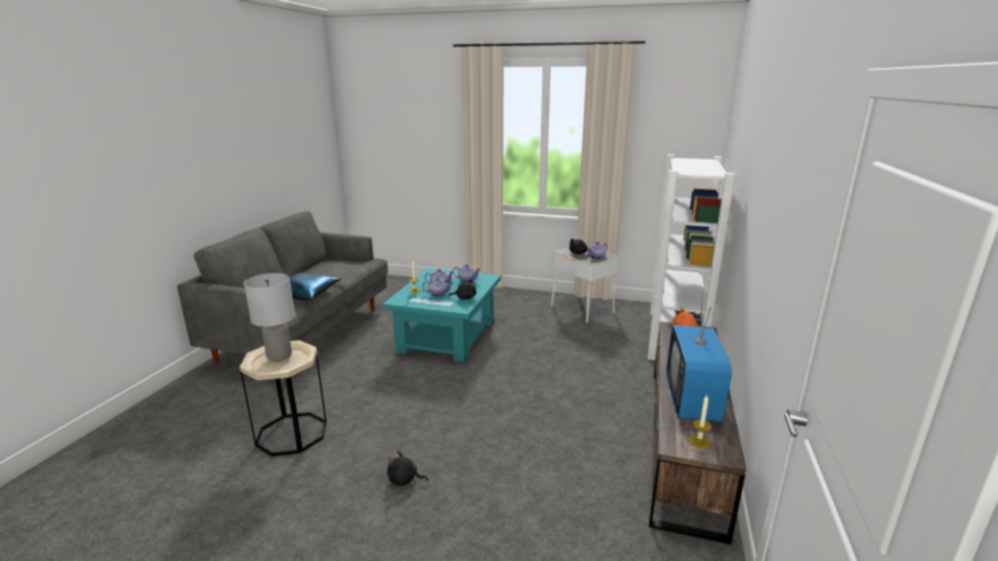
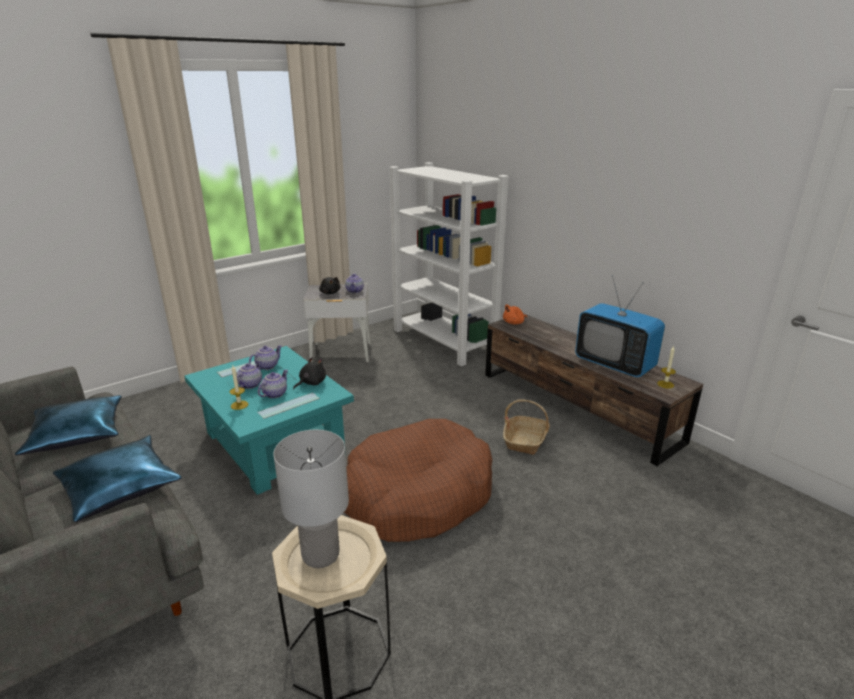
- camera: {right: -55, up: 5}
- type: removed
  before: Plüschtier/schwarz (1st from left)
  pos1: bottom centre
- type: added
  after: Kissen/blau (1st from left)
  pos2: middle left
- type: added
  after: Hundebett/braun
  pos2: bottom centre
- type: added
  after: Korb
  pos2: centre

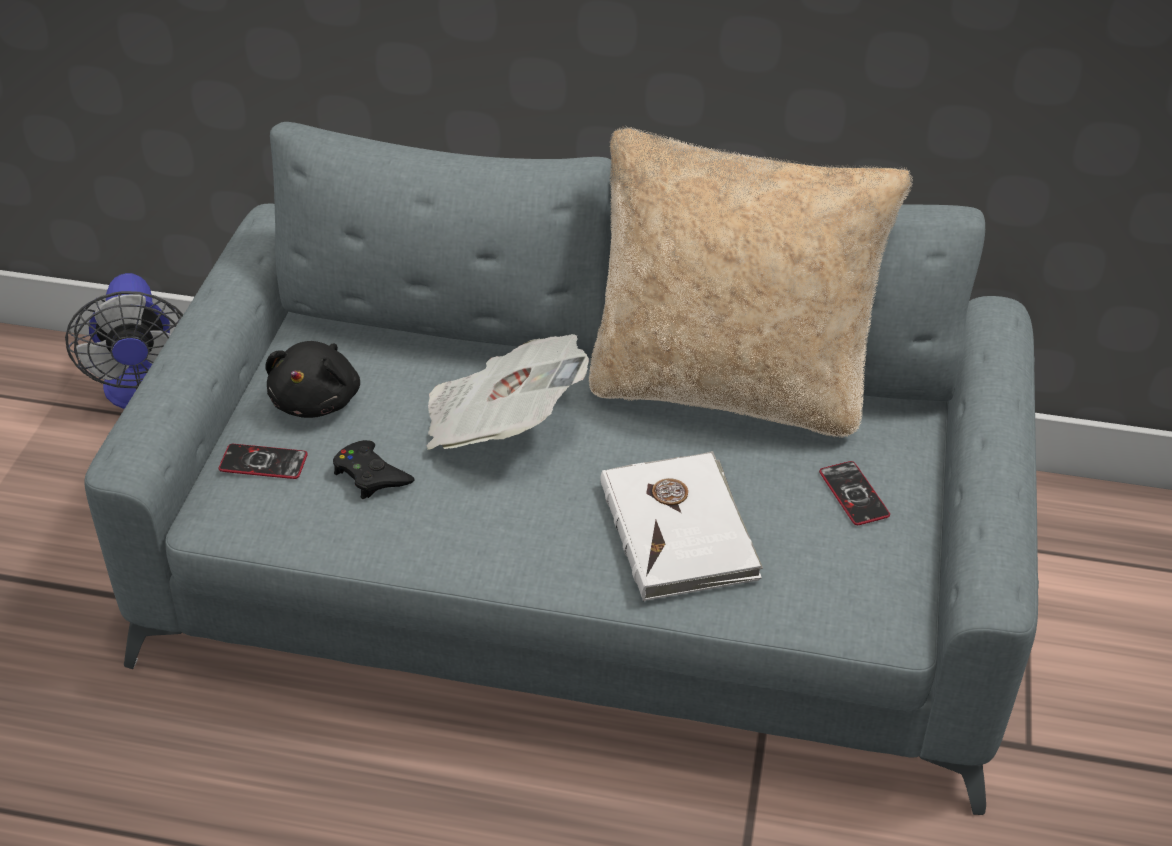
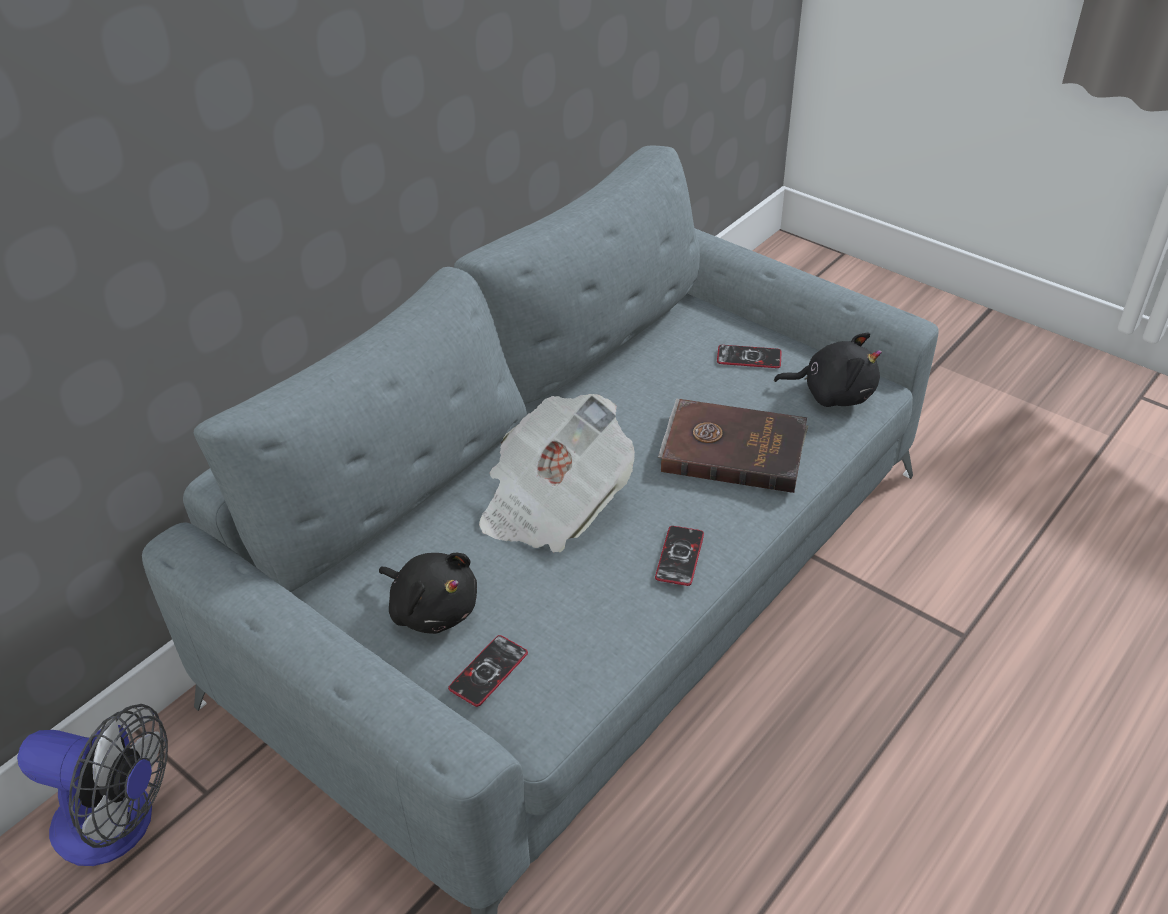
- camera: {right: -60, up: 0}
- type: removed
  before: Gamepad/schwarz
  pos1: middle left
- type: removed
  before: Kissen/beige
  pos1: centre
- type: recoloured
  before: Buch/weiß
  after: Buch/braun
  pos1: centre
  pos2: centre
- type: added
  after: Handy (2nd from left)
  pos2: centre
- type: added
  after: Plüschtier/schwarz (2nd from left)
  pos2: middle right

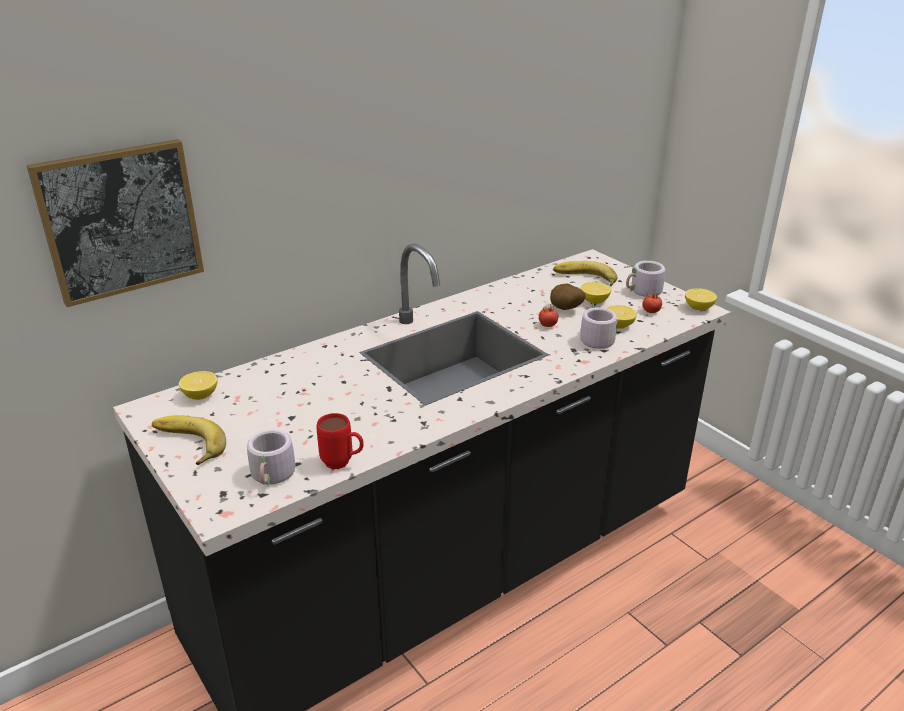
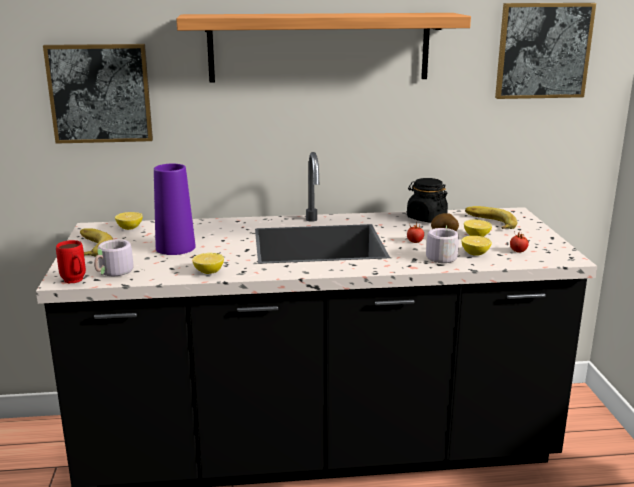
- camera: {right: 30, up: -10}
- type: moved
  before: Henkelbecher/rot
  pos1: centre
  pos2: middle left
- type: removed
  before: Henkelbecher/grau (3rd from left)
  pos1: middle right
- type: moved
  before: Zitrone (4th from left in the first image)
  after: Zitrone (2nd from left)
  pos1: middle right
  pos2: middle left
- type: added
  after: Vase/lila
  pos2: middle left
- type: added
  after: Wandregal
  pos2: top centre
- type: added
  after: Vorratsglas/schwarz
  pos2: middle right
- type: added
  after: Bild (2nd from left)
  pos2: top right

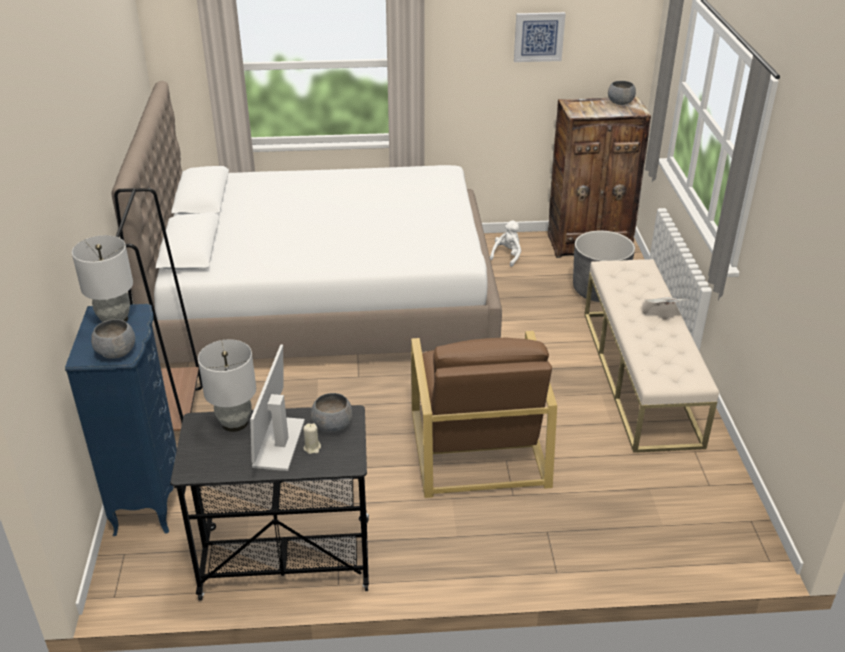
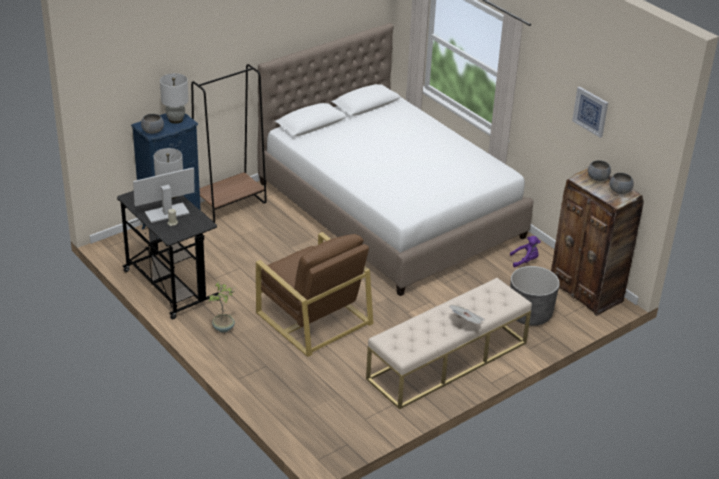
- camera: {right: 55, up: 0}
- type: moved
  before: Schüssel/grau (2nd from left)
  pos1: centre
  pos2: middle right
- type: turned
  before: Sessel/braun
  pos1: centre
  pos2: centre
  turn: -90
- type: recoloured
  before: Plüschtier/weiß
  after: Plüschtier/lila
  pos1: centre
  pos2: middle right
- type: added
  after: Topfpflanze
  pos2: middle left

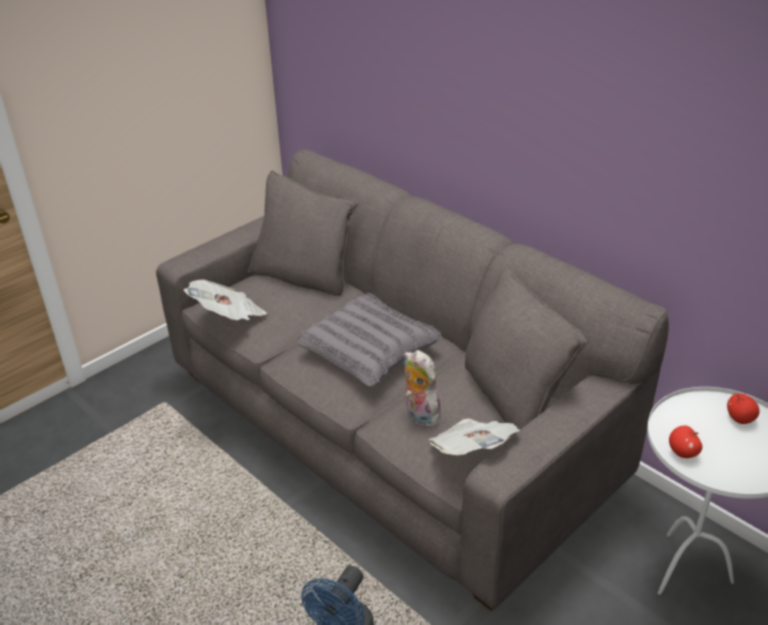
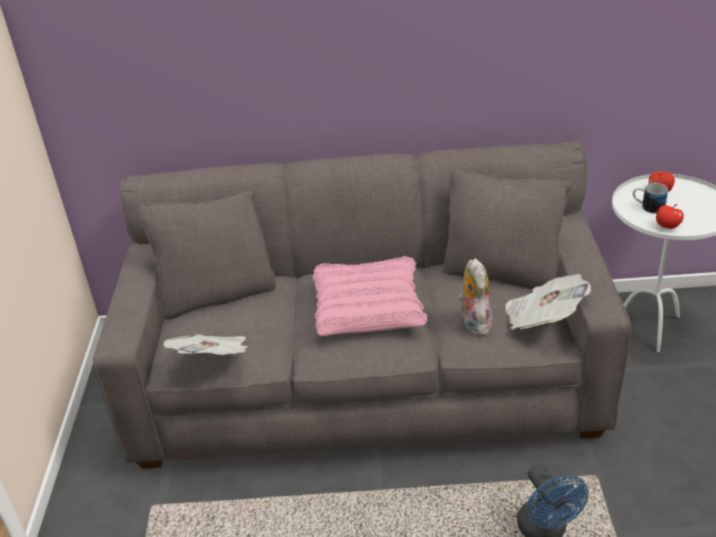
- camera: {right: -45, up: 0}
- type: recoloured
  before: Kissen/grau
  after: Kissen/rosa
  pos1: centre
  pos2: centre
- type: turned
  before: Plüschtier
  pos1: centre
  pos2: centre
  turn: 75
- type: added
  after: Henkelbecher
  pos2: middle right

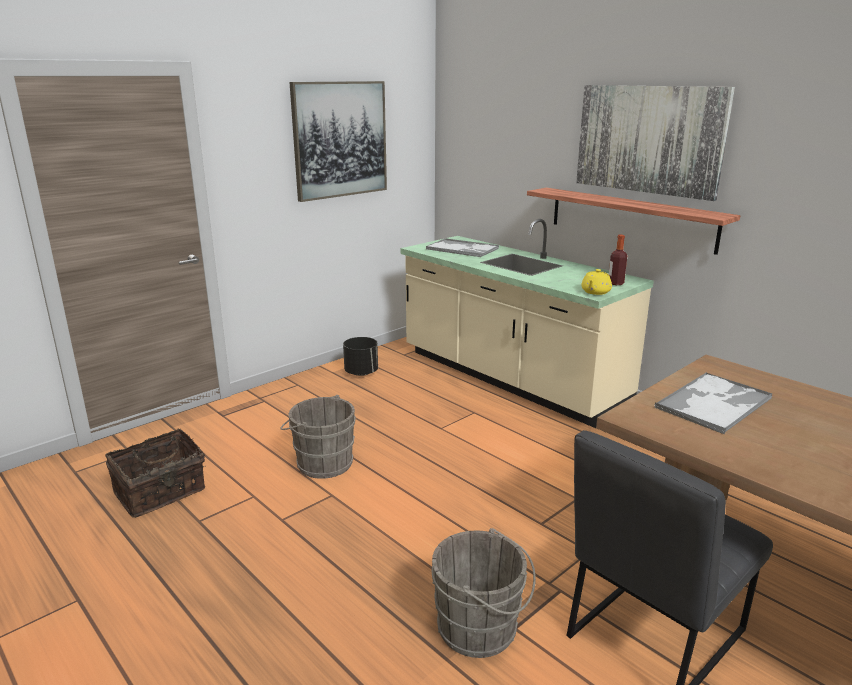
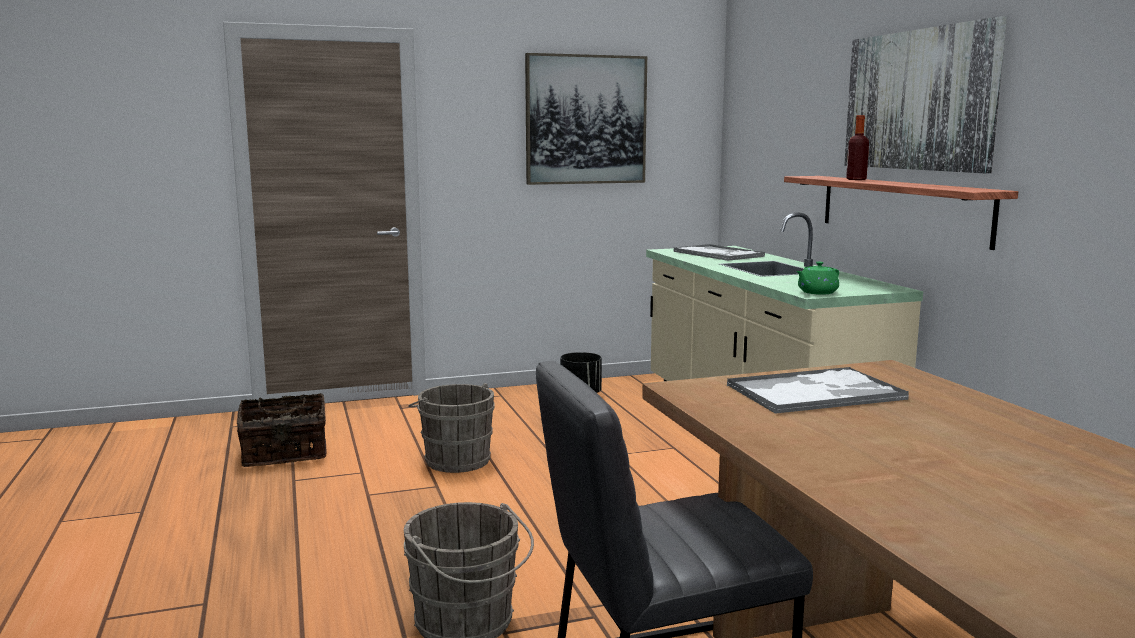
- camera: {right: 25, up: -10}
- type: recoloured
  before: Teekanne/gelb
  after: Teekanne/grün
  pos1: middle right
  pos2: middle right
- type: moved
  before: Flasche
  pos1: middle right
  pos2: top right

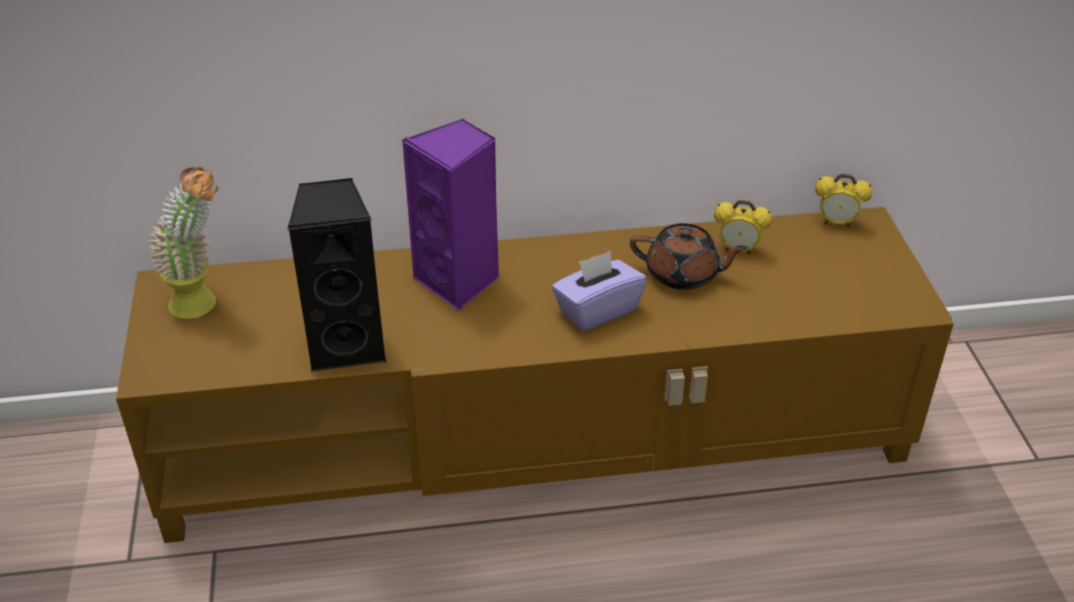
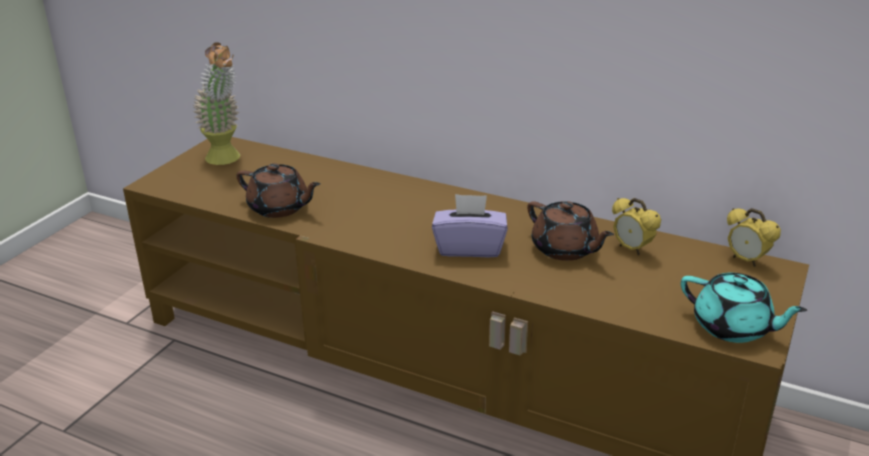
- camera: {right: 35, up: -10}
- type: replaced
  before: Lautsprecher/schwarz
  after: Teekanne/braun (1st from left)
  pos1: middle left
  pos2: middle left
- type: removed
  before: Lautsprecher/lila
  pos1: centre
- type: added
  after: Teekanne/türkis
  pos2: bottom right

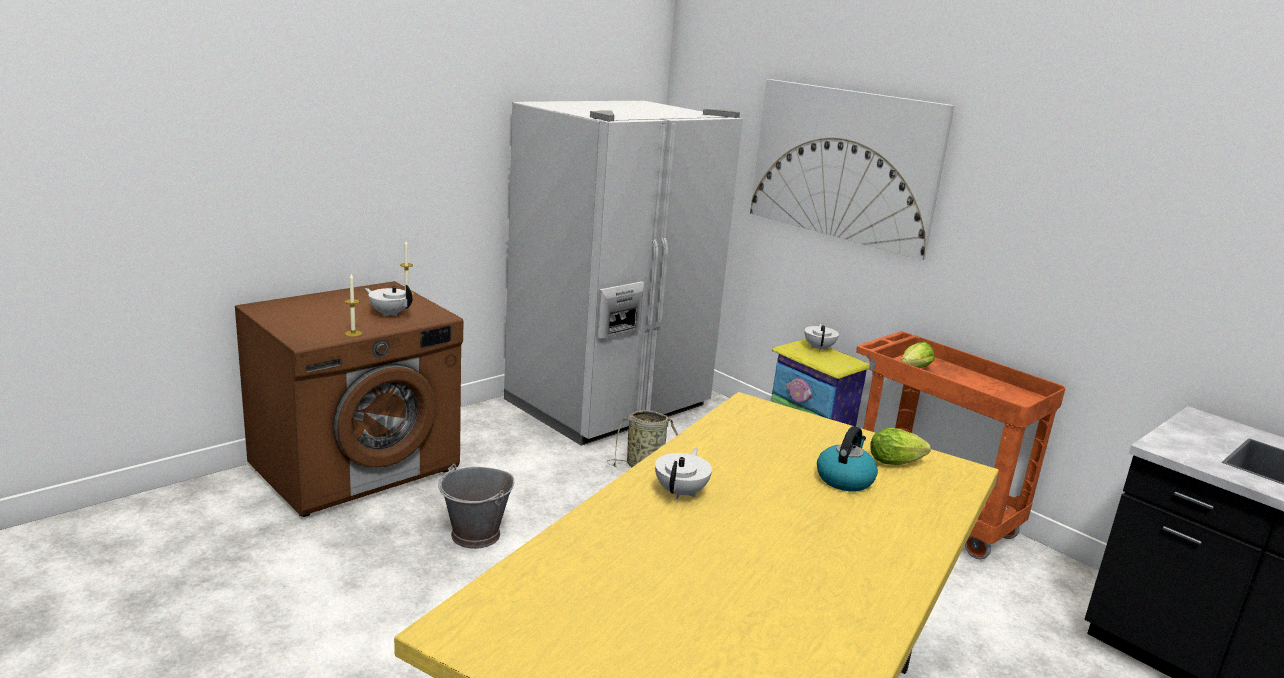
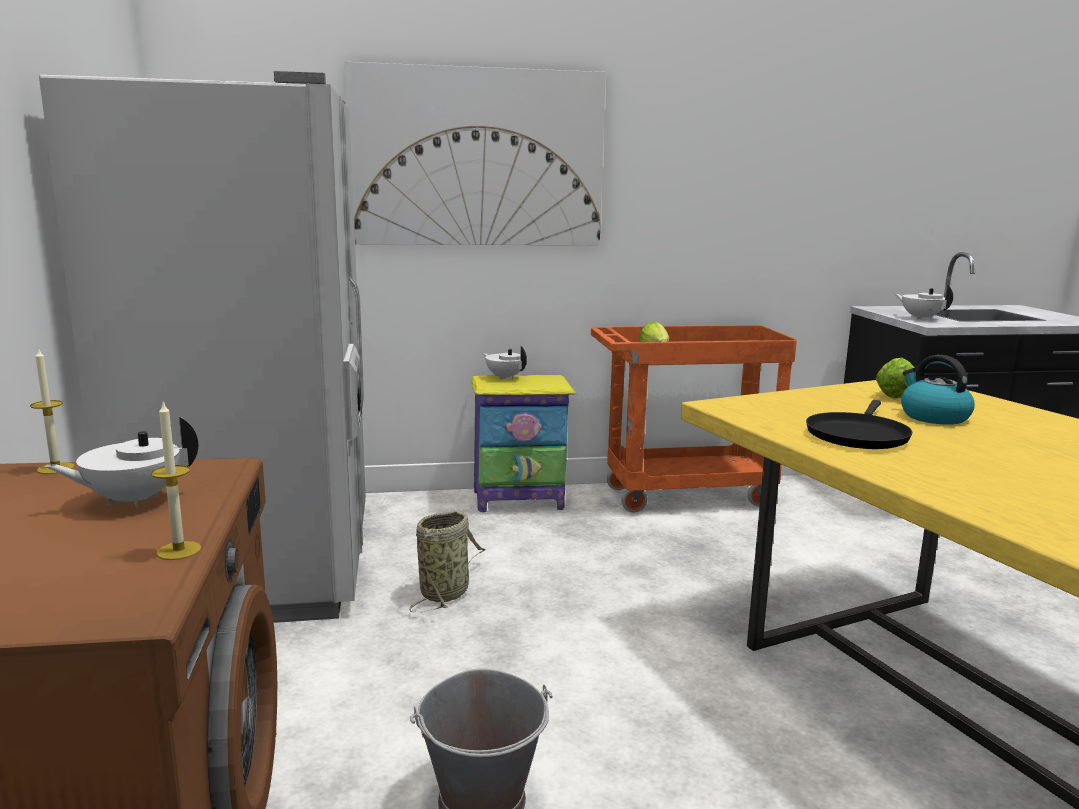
- camera: {right: -55, up: -5}
- type: moved
  before: Teekanne/weiß (2nd from left in the first image)
  after: Teekanne/weiß (3rd from left)
  pos1: bottom centre
  pos2: middle right
- type: added
  after: Pfanne/schwarz
  pos2: middle right

